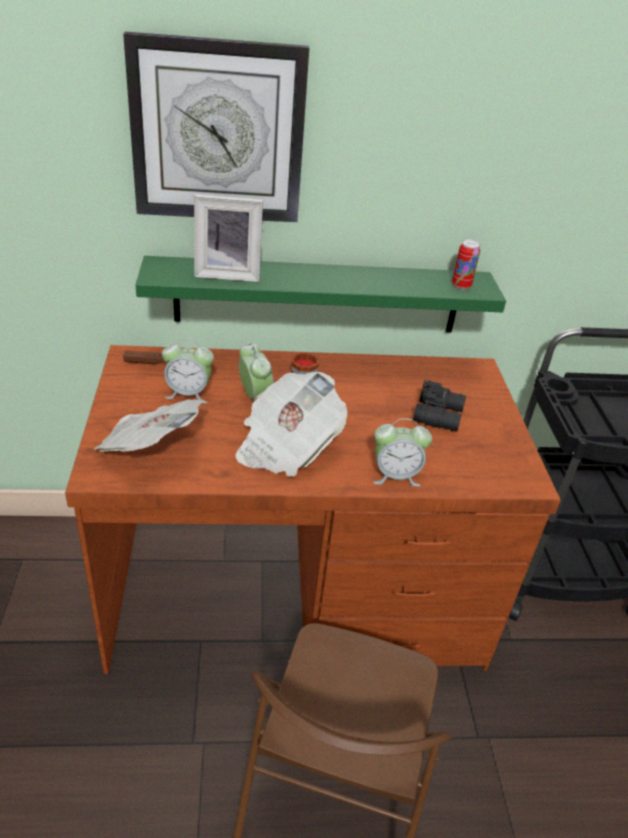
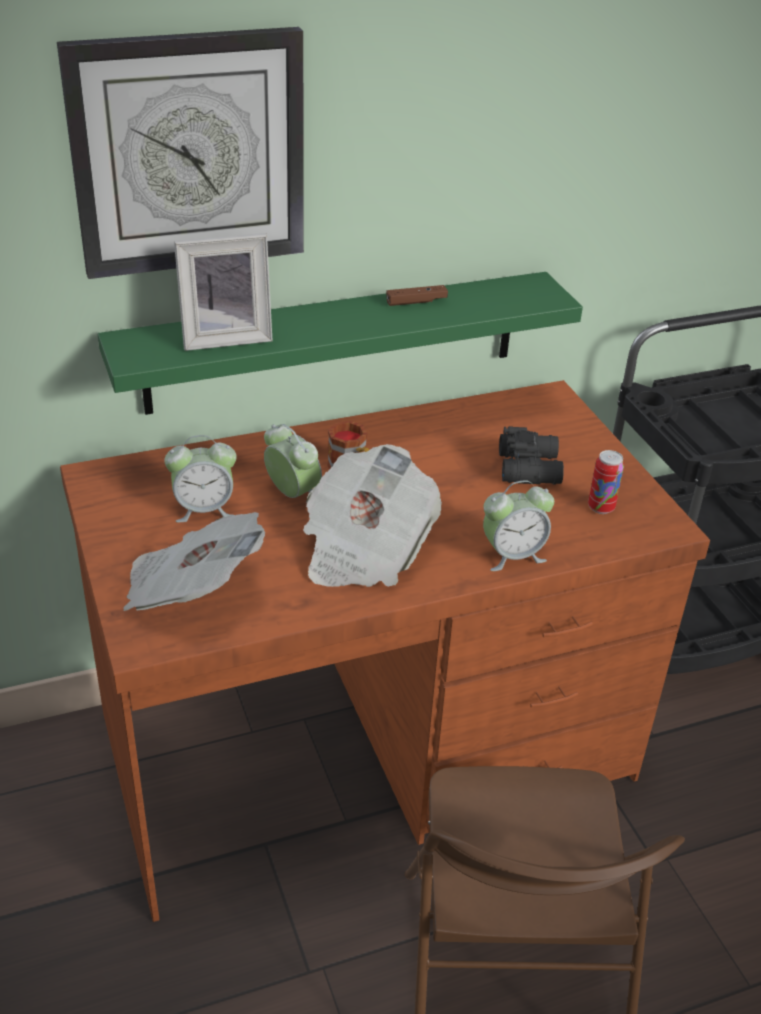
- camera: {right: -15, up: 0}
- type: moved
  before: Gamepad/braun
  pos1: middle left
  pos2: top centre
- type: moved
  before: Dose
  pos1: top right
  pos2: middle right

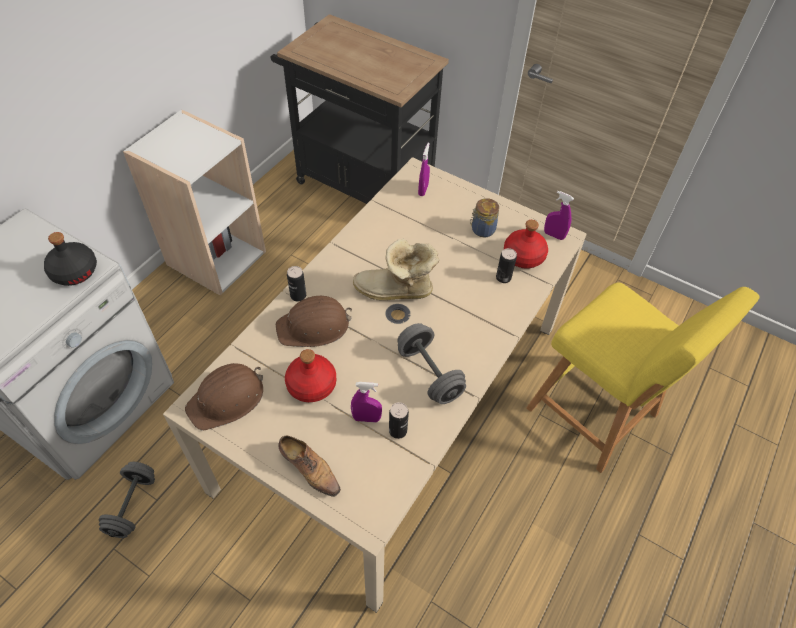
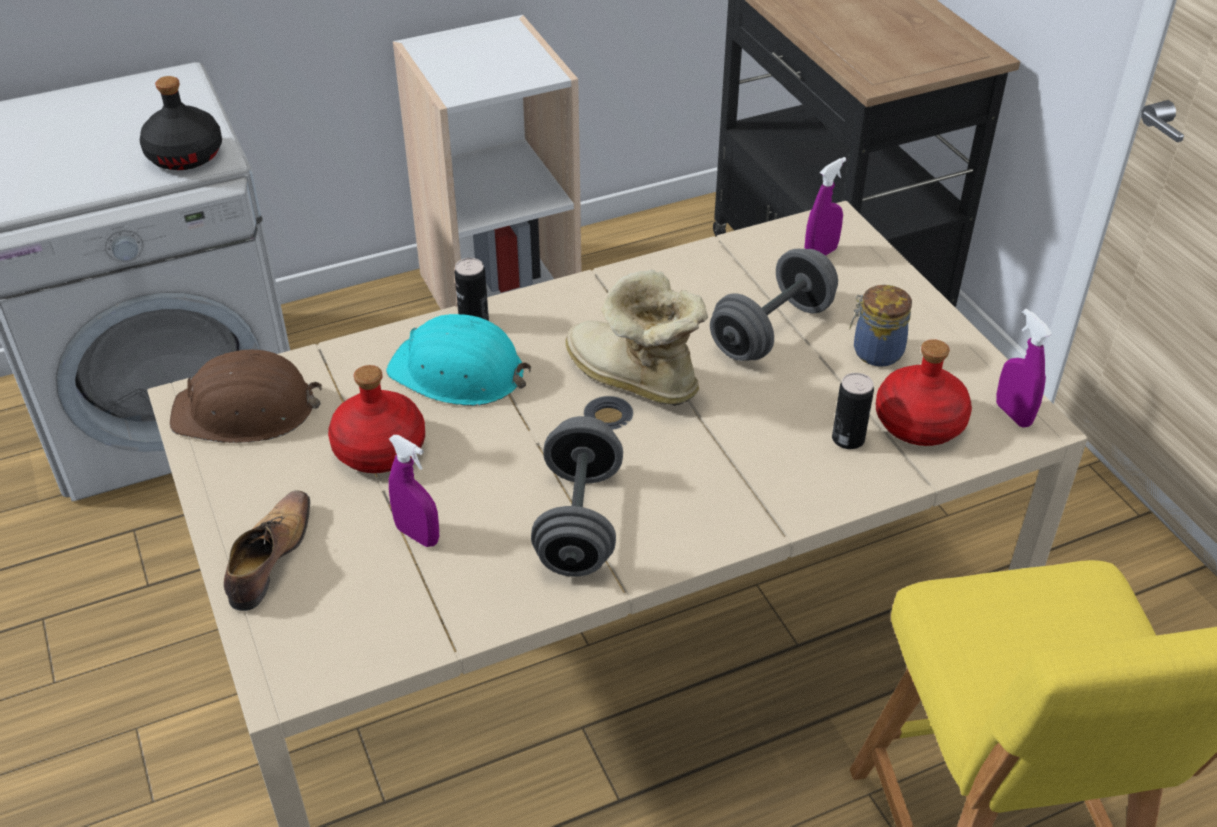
- camera: {right: 35, up: -10}
- type: moved
  before: Hantel/grau (1st from left in the first image)
  after: Hantel/grau (2nd from left)
  pos1: bottom left
  pos2: centre
- type: recoloured
  before: Schutzhelm/braun (2nd from left)
  after: Schutzhelm/türkis
  pos1: centre
  pos2: centre
- type: turned
  before: Schuh
  pos1: bottom centre
  pos2: middle left
  turn: -150
- type: removed
  before: Dose (2nd from left)
  pos1: bottom centre

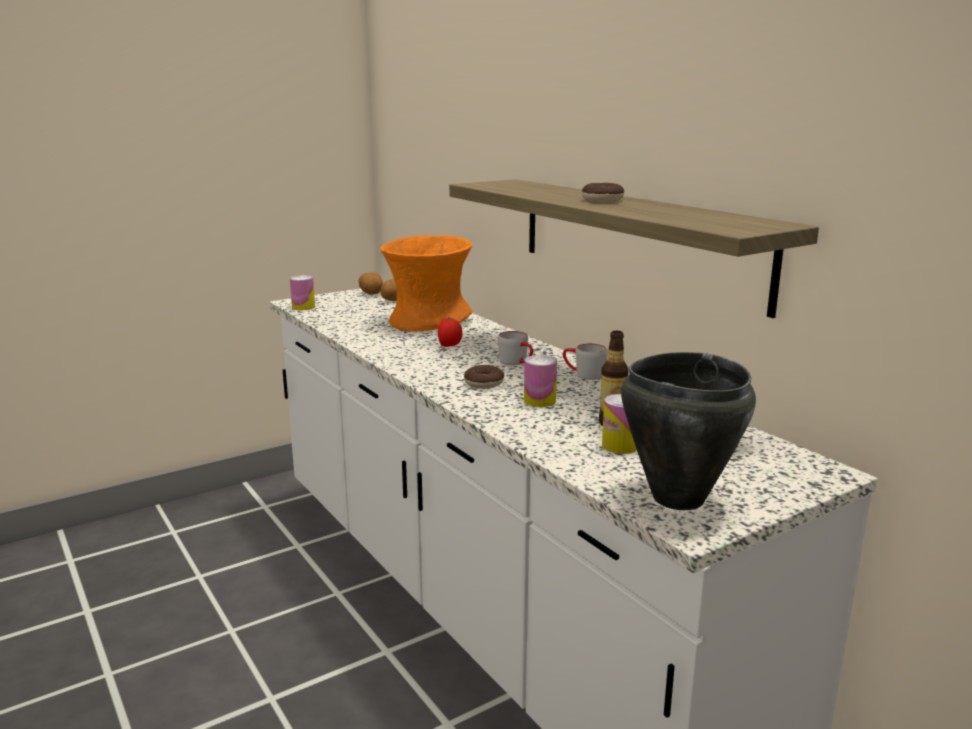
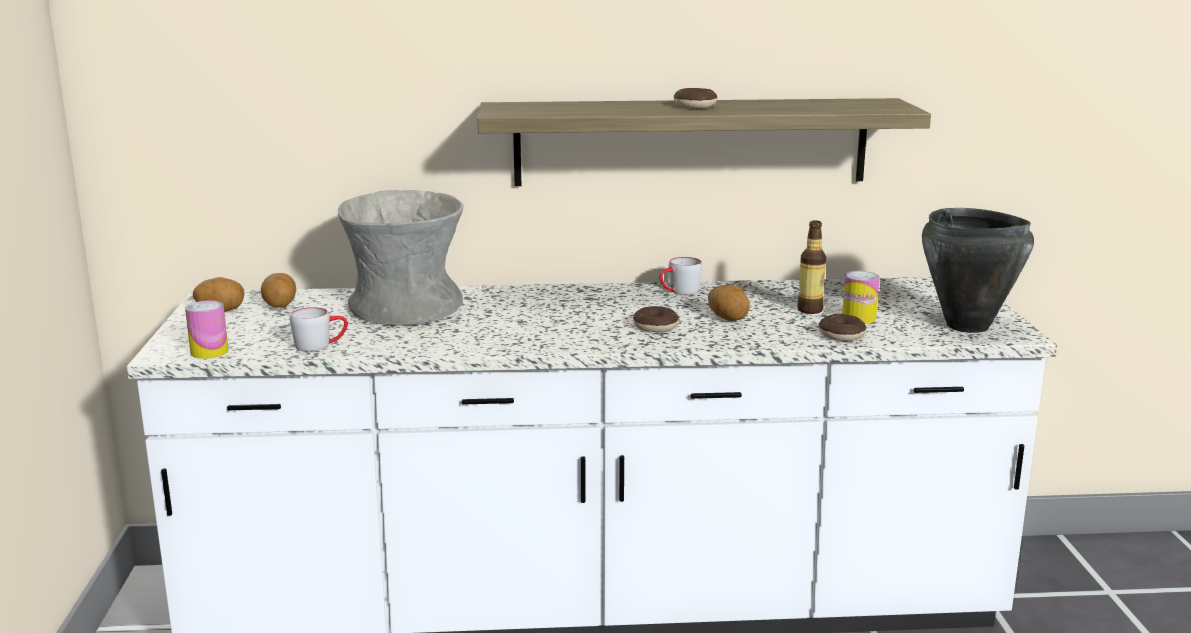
- camera: {right: -60, up: 0}
- type: recoloured
  before: Vase/orange
  after: Vase/grau
  pos1: centre
  pos2: centre
- type: removed
  before: Tomate
  pos1: centre
- type: moved
  before: Henkelbecher/grau (1st from left)
  pos1: centre
  pos2: middle left
- type: replaced
  before: Dose (2nd from left)
  after: Kartoffel (3rd from left)
  pos1: centre
  pos2: centre
- type: added
  after: Donut (3rd from left)
  pos2: middle right

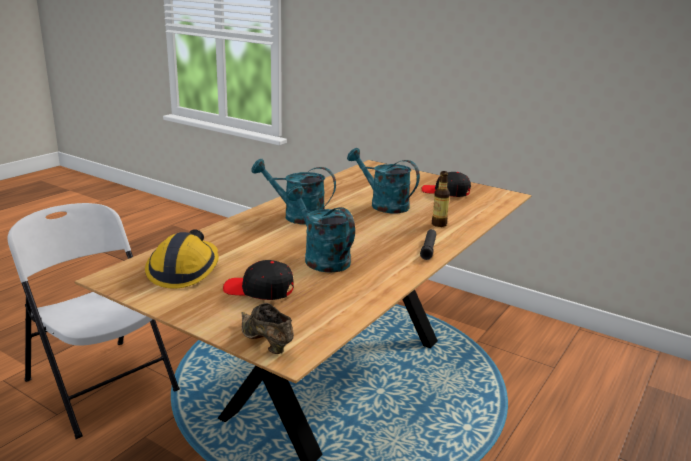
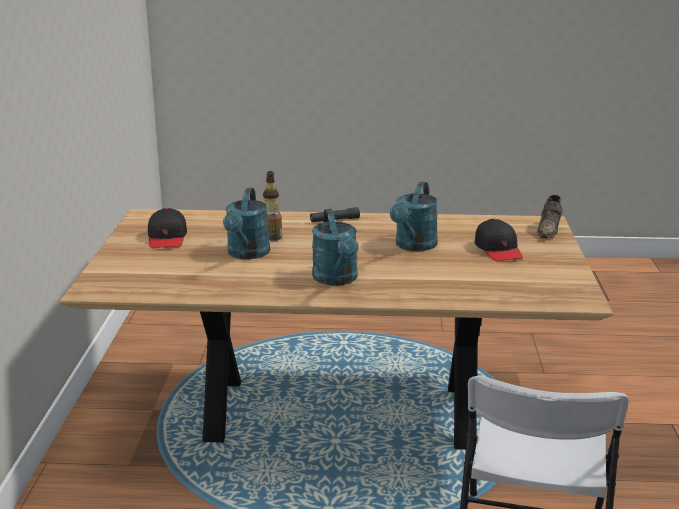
- camera: {right: -120, up: 0}
- type: removed
  before: Schutzhelm
  pos1: middle left
- type: added
  after: Dose
  pos2: centre

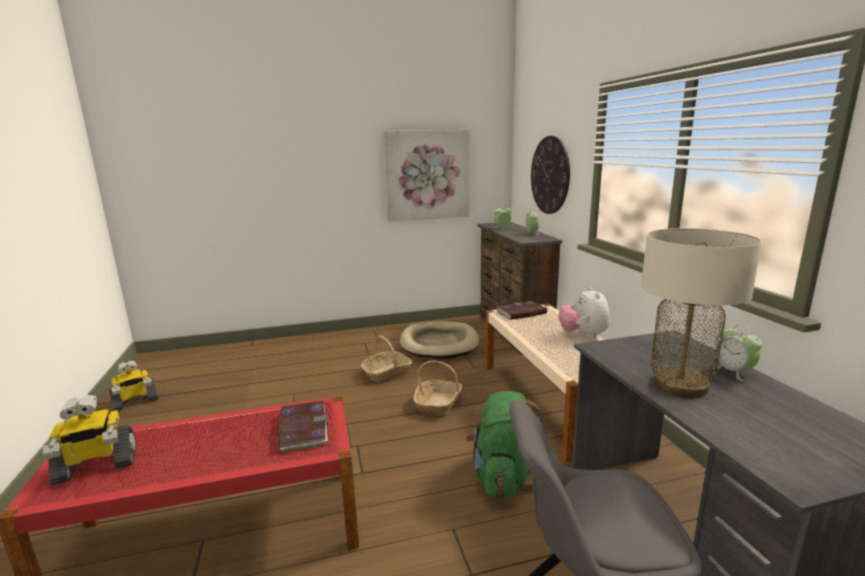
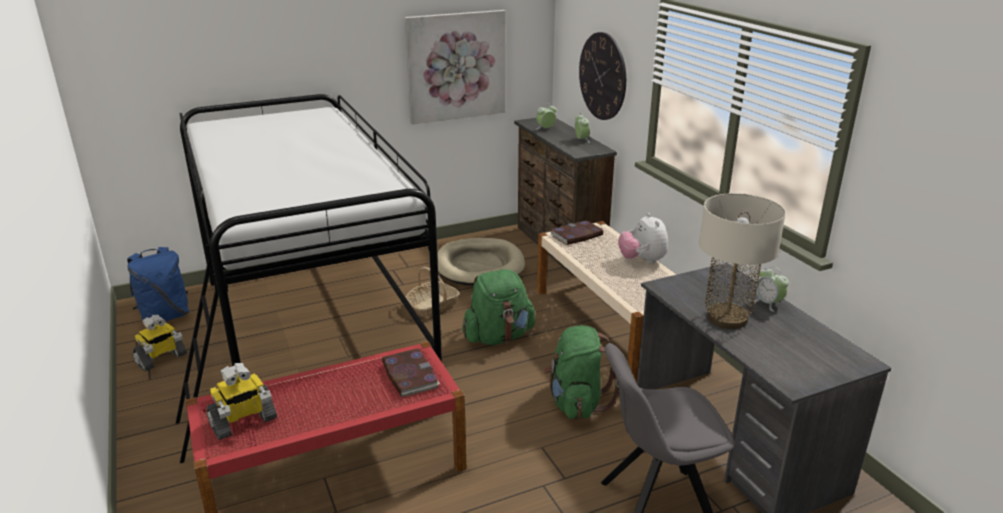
- camera: {right: -10, up: 10}
- type: replaced
  before: Korb (2nd from left)
  after: Rucksack/grün (1st from left)
  pos1: bottom centre
  pos2: centre
- type: added
  after: Rucksack/blau
  pos2: middle left
- type: added
  after: Bett/schwarz
  pos2: middle left

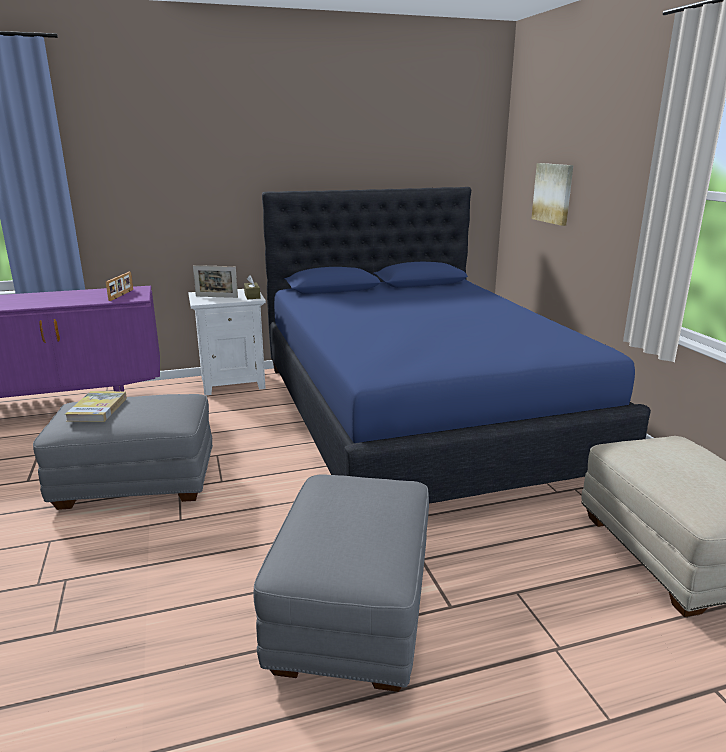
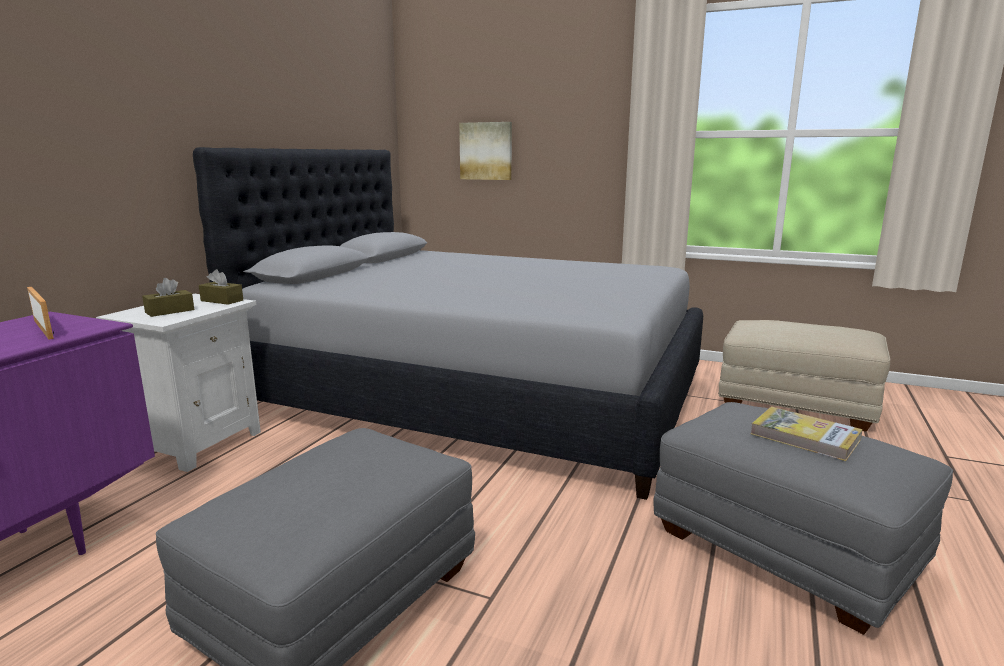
- camera: {right: -50, up: -5}
- type: moved
  before: Buch
  pos1: middle left
  pos2: middle right
- type: replaced
  before: Bilderrahmen (2nd from left)
  after: Taschentuchbox/braun (1st from left)
  pos1: middle left
  pos2: middle left
- type: recoloured
  before: Bett/blau
  after: Bett/grau
  pos1: centre
  pos2: centre

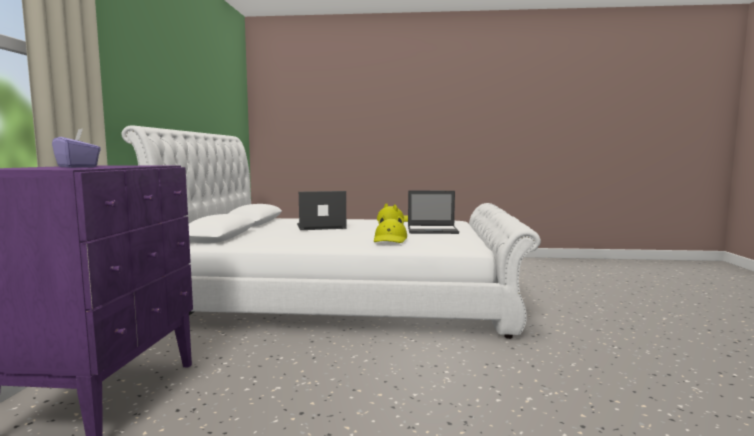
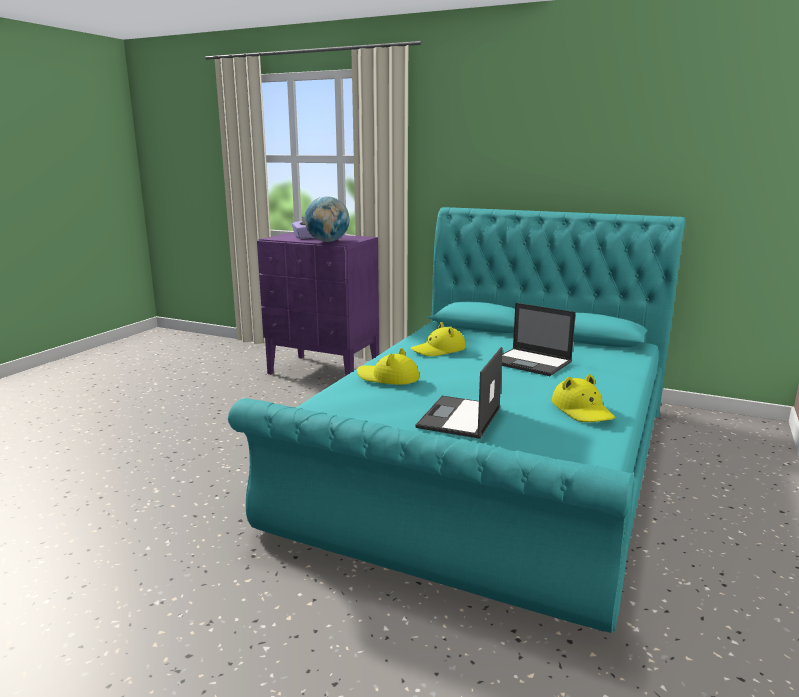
- camera: {right: 110, up: 10}
- type: recoloured
  before: Bett/weiß
  after: Bett/türkis
  pos1: centre
  pos2: centre
- type: turned
  before: Laptop (1st from left in the first image)
  pos1: centre
  pos2: middle right
  turn: 120
- type: added
  after: Globus
  pos2: top centre
- type: added
  after: Hut/gelb (2nd from left)
  pos2: centre

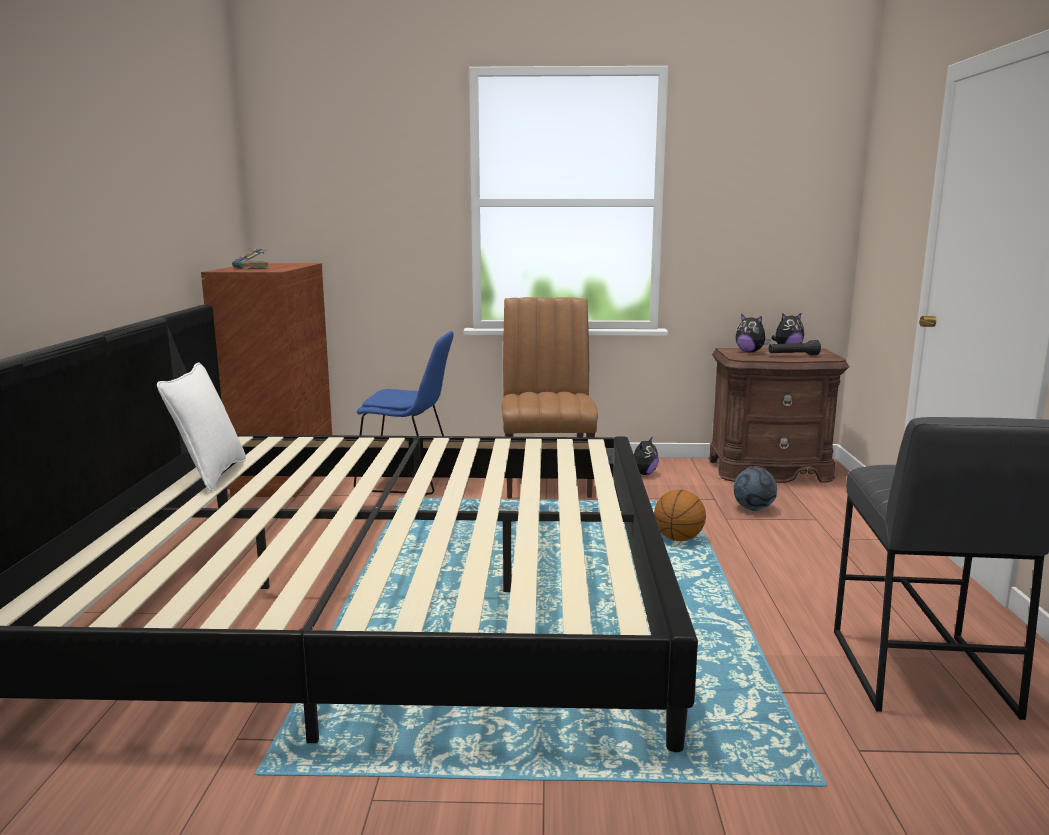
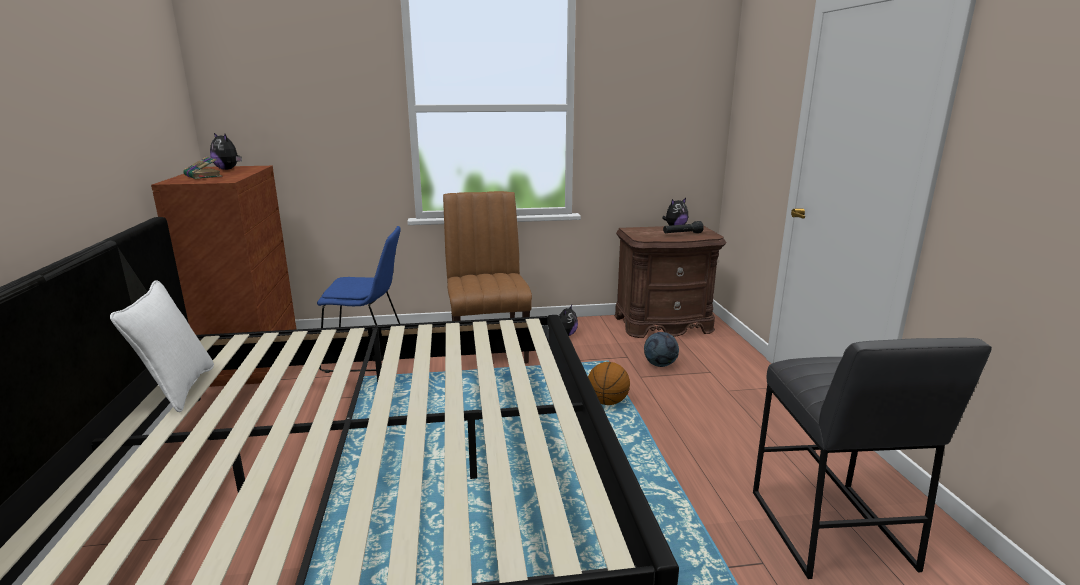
- camera: {right: -10, up: 5}
- type: moved
  before: Plüschtier (2nd from left in the first image)
  after: Plüschtier (1st from left)
  pos1: middle right
  pos2: top left

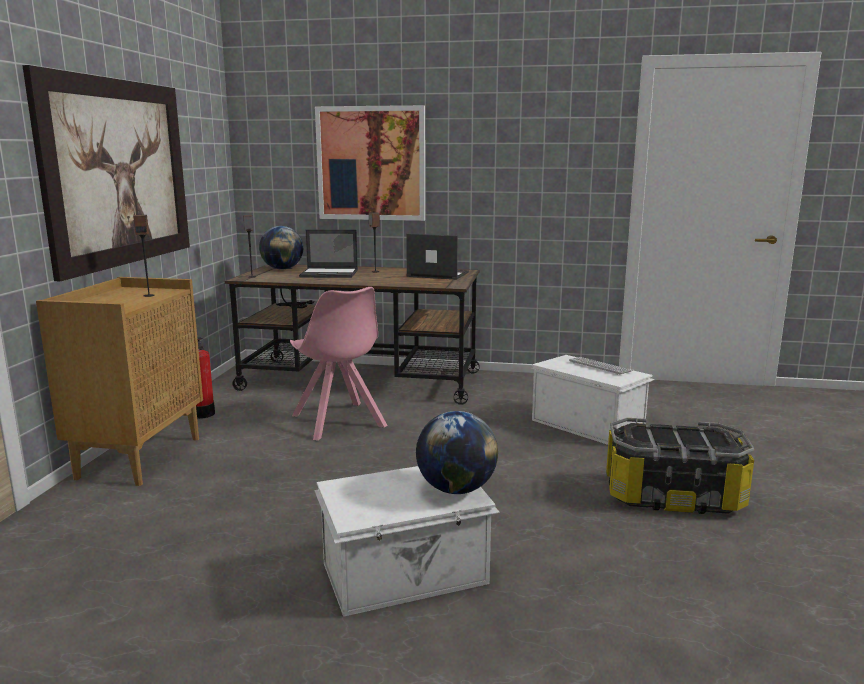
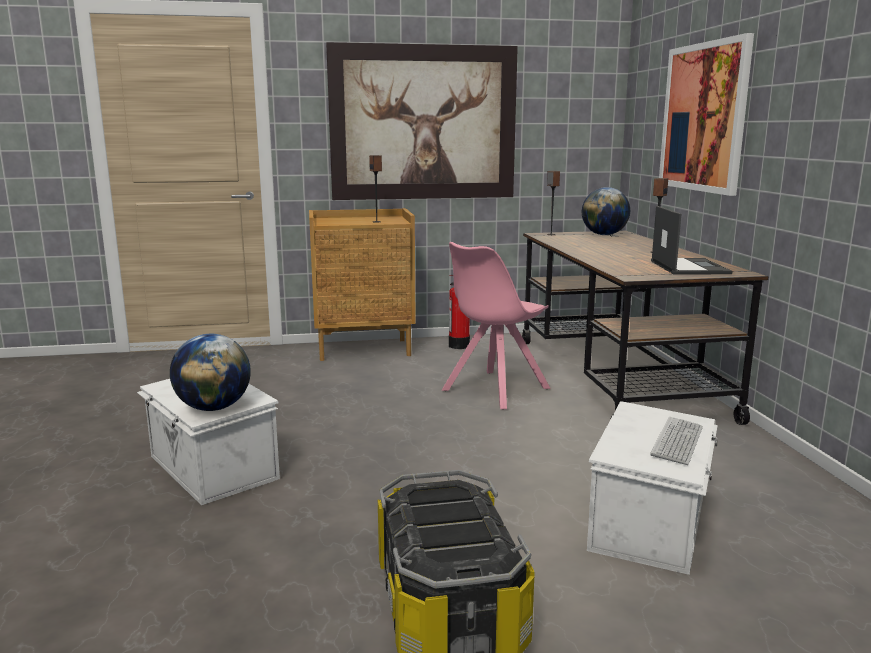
- camera: {right: 70, up: 0}
- type: removed
  before: Laptop (1st from left)
  pos1: centre

